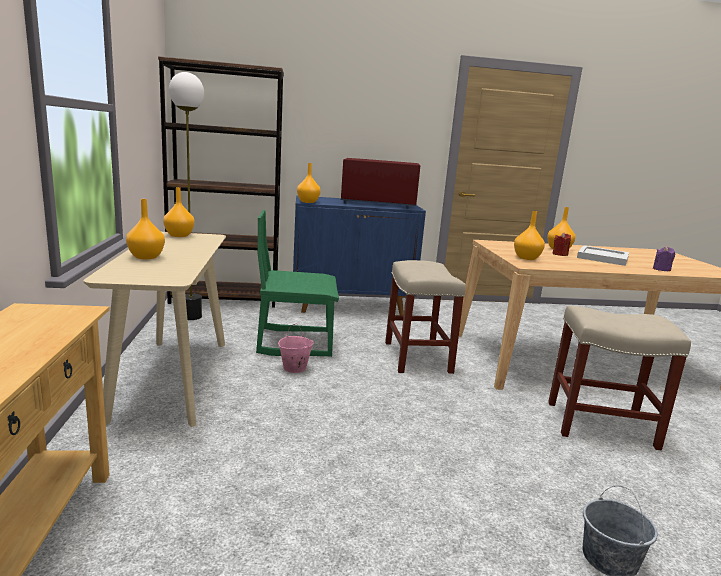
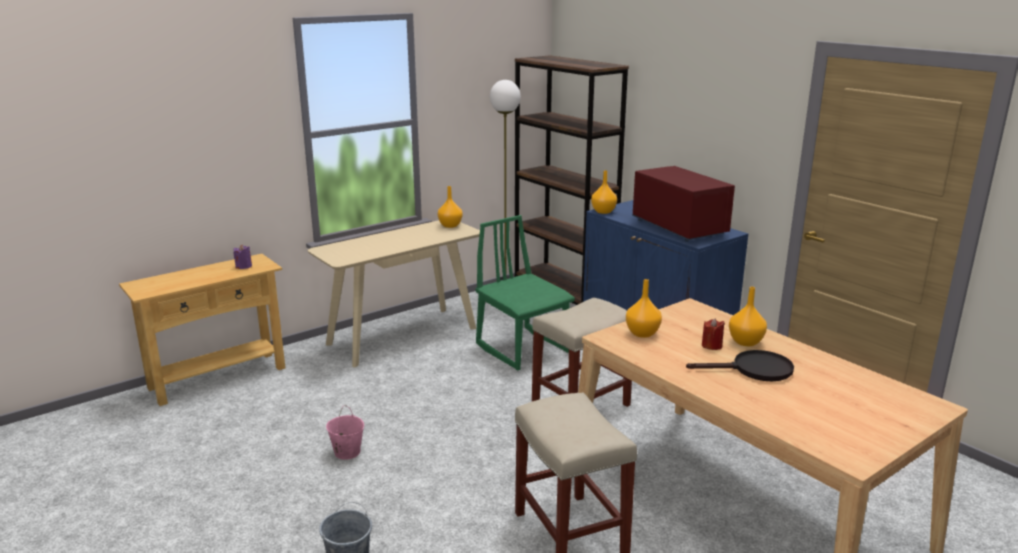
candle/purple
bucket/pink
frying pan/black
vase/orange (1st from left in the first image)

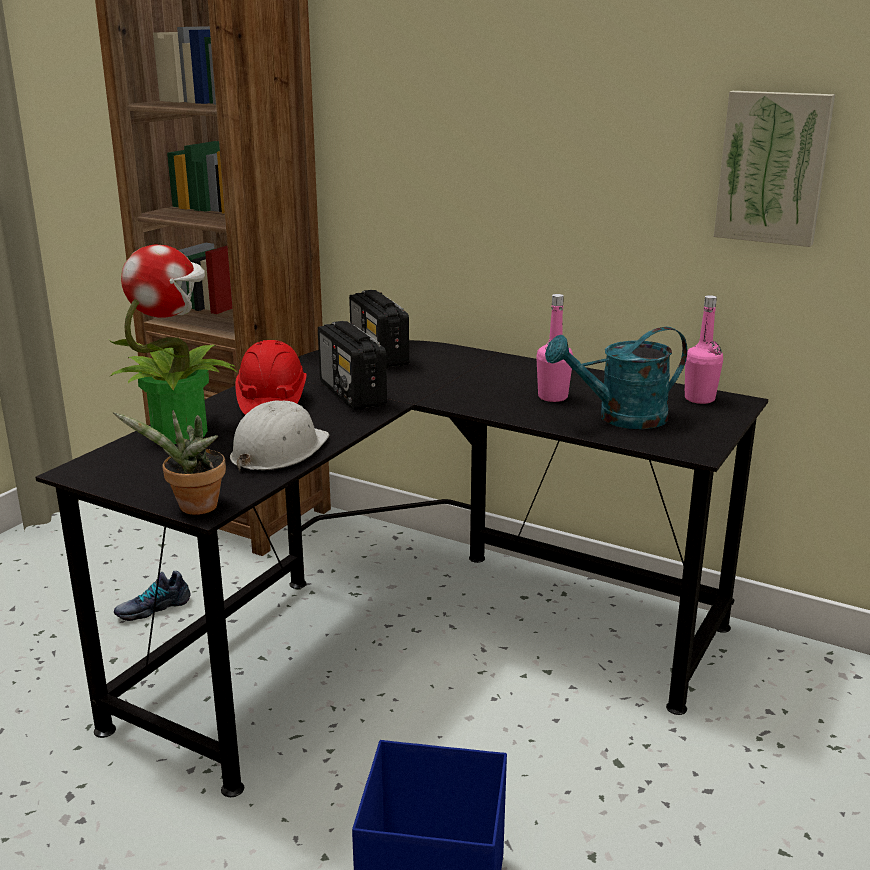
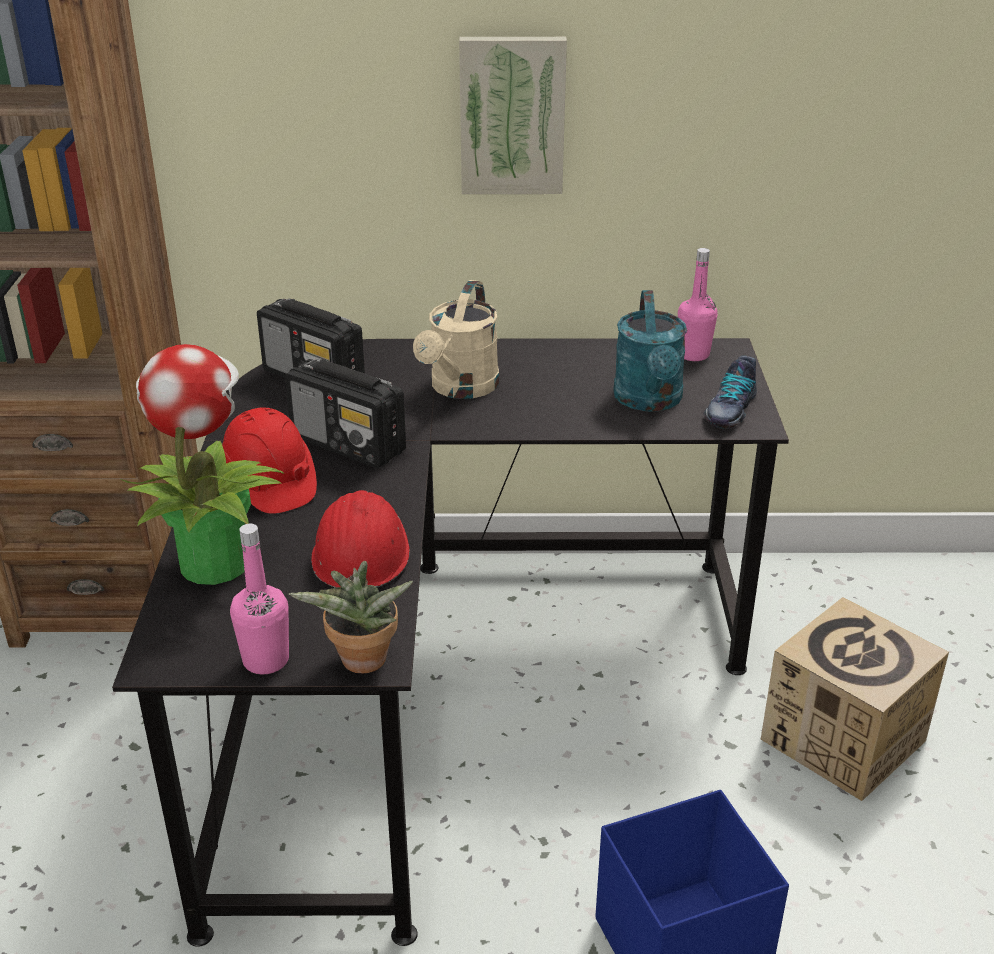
bottle/pink (1st from left)
hard hat/red (2nd from left)
watering can/beige
picture
watering can/turquoise
shoe
cardboard box

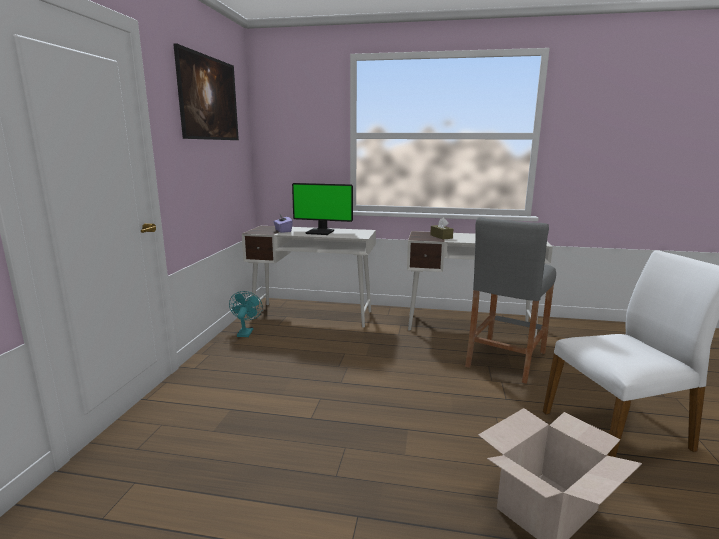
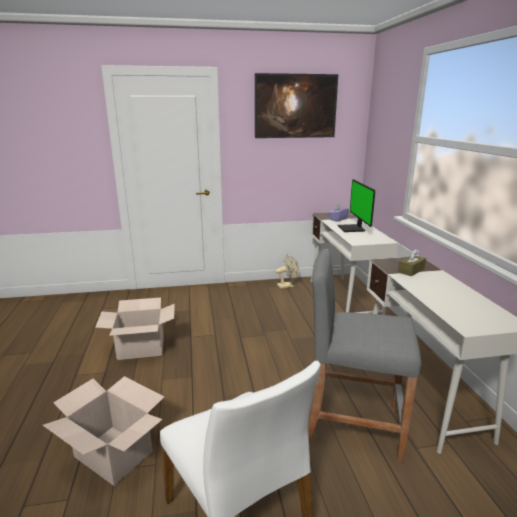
cardboard box (2nd from left)
fan/beige

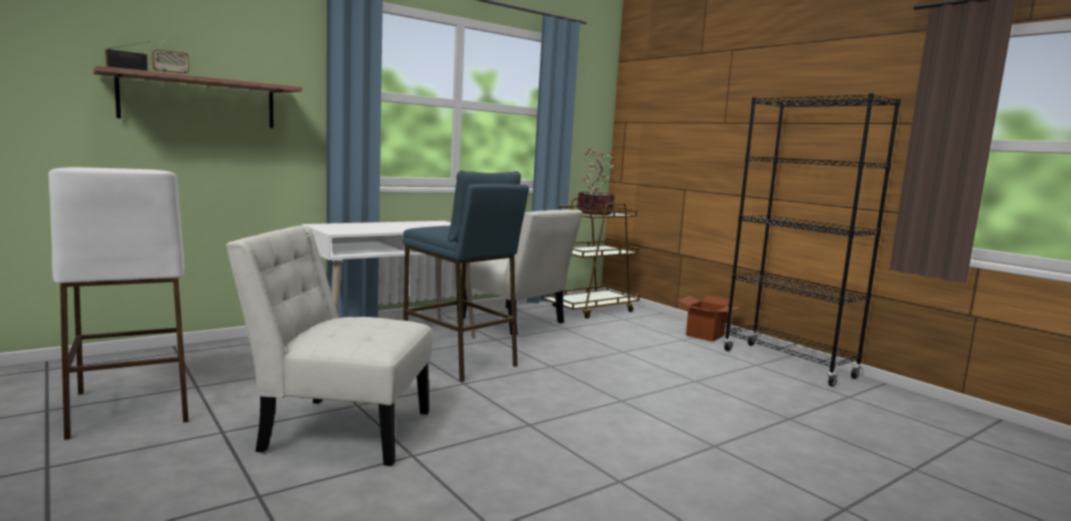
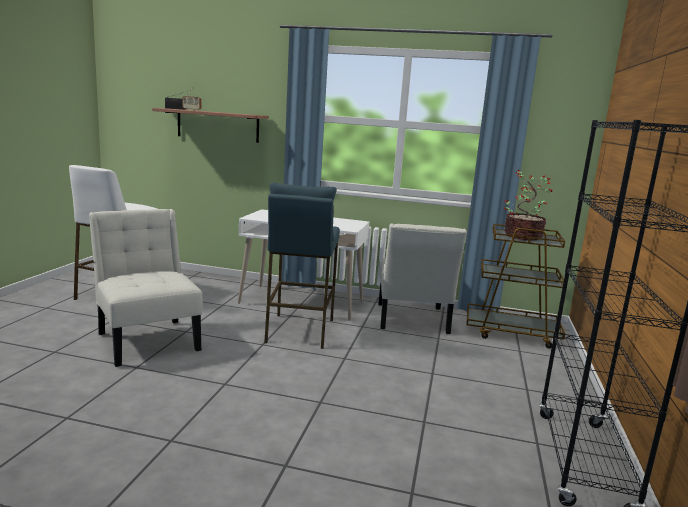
cardboard box

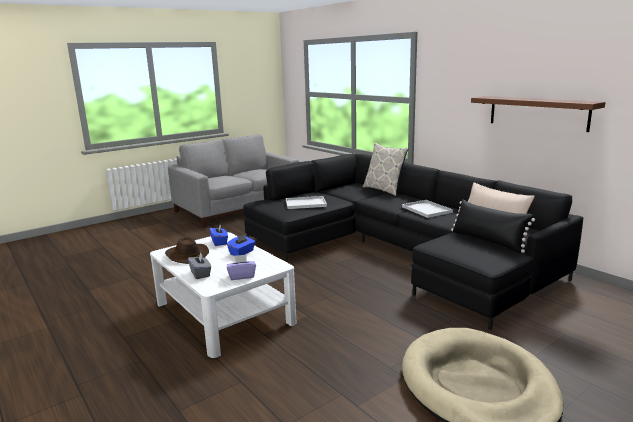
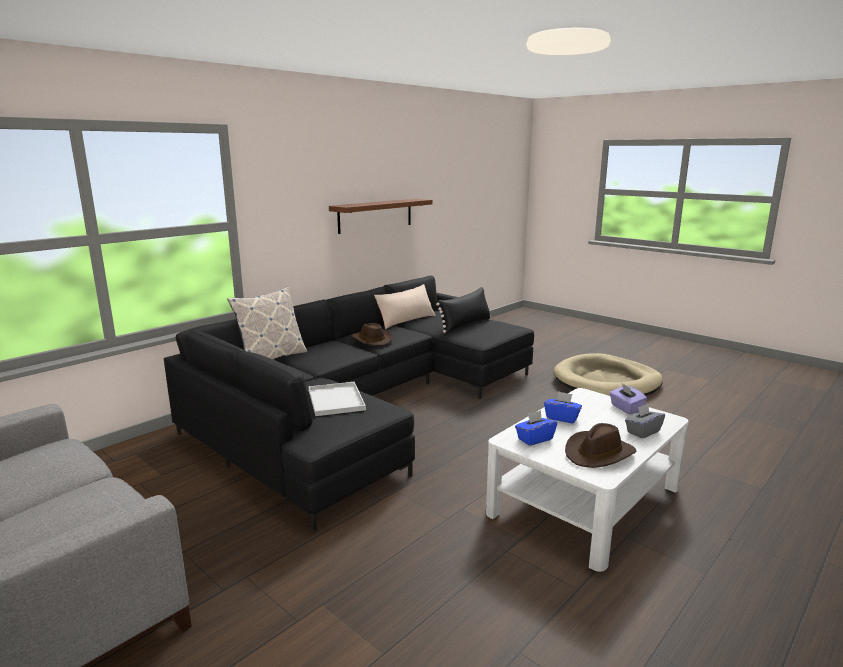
hat/brown (1st from left)

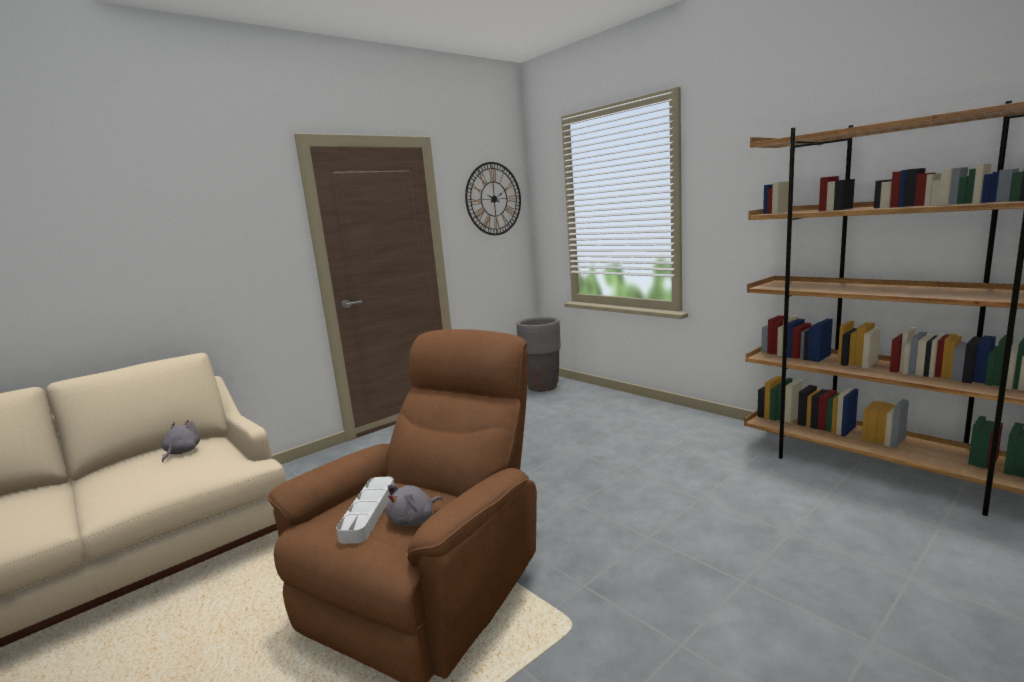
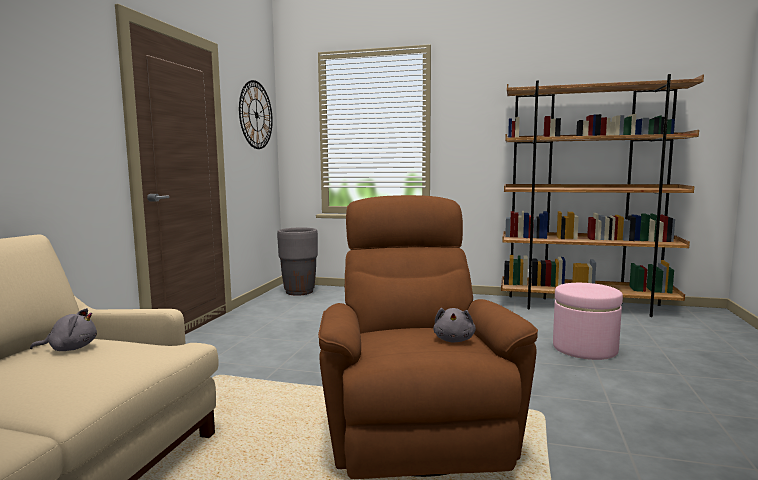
plush toy/grey (1st from left)
ottoman/pink
tray/grey

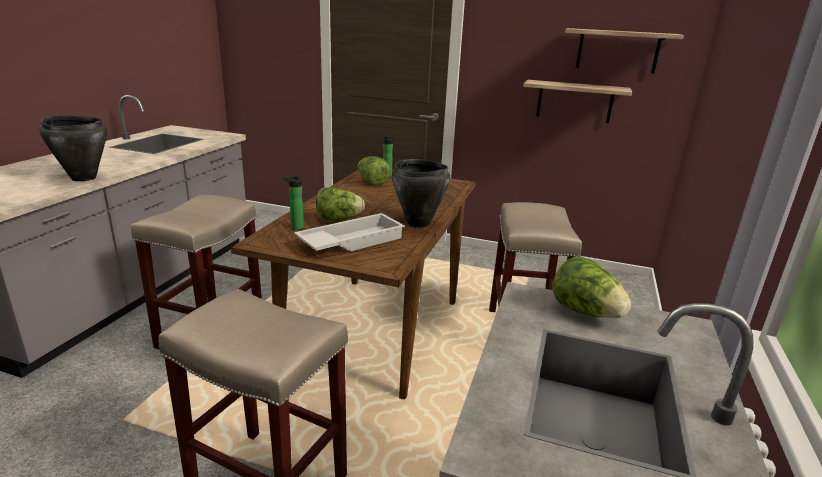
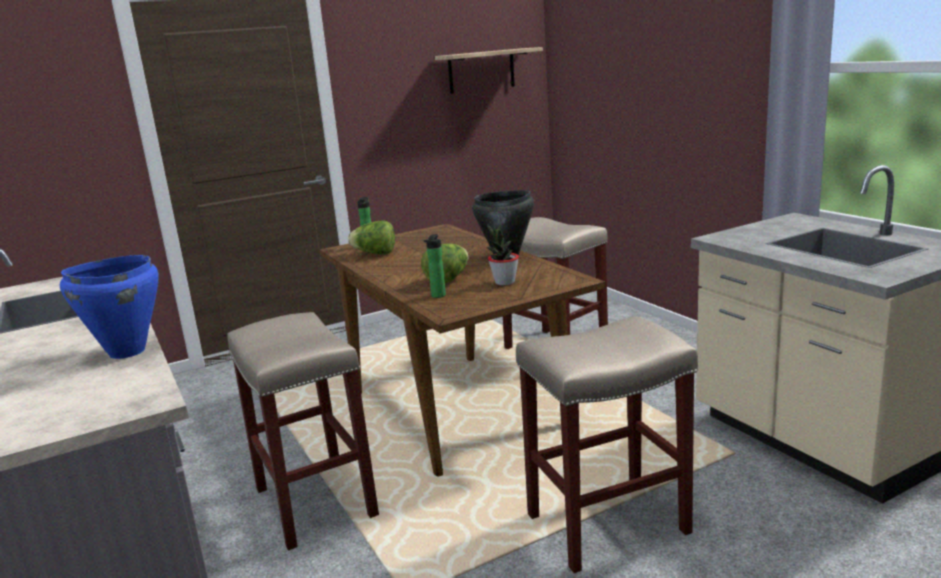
cooking pot/blue
potted plant
shelf (1st from left in the first image)
lettuce (3rd from left in the first image)

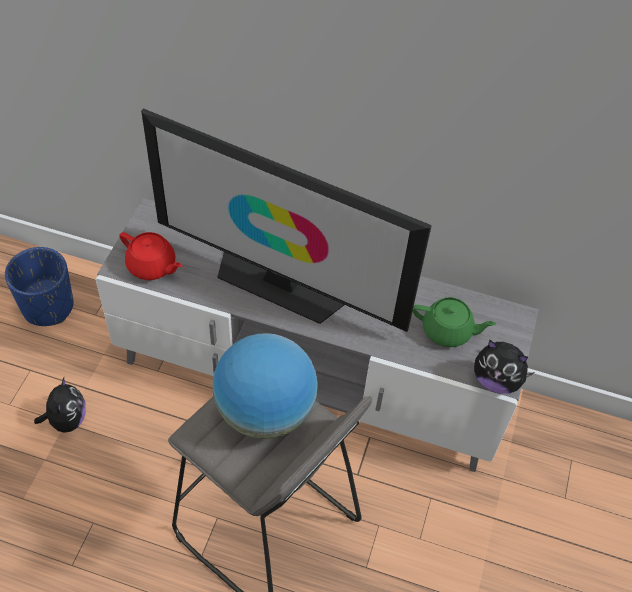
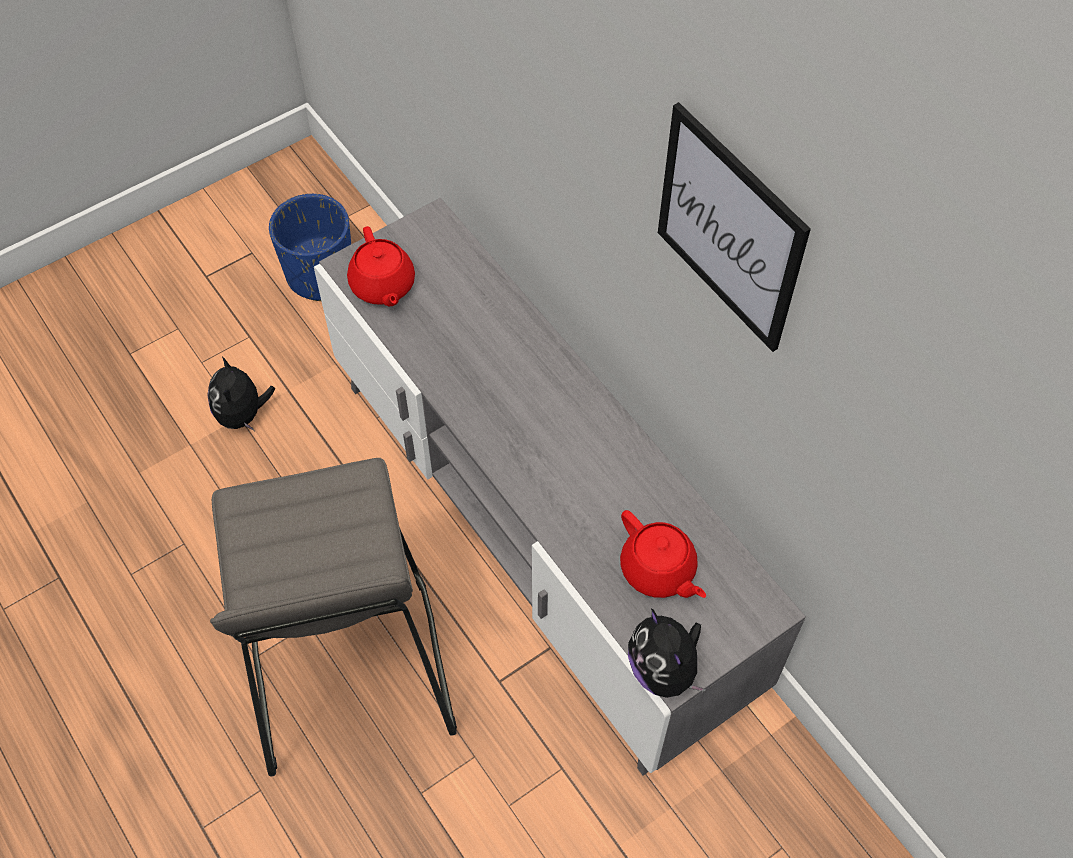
plush toy (1st from left)
teapot/red (2nd from left)
picture
television
globe

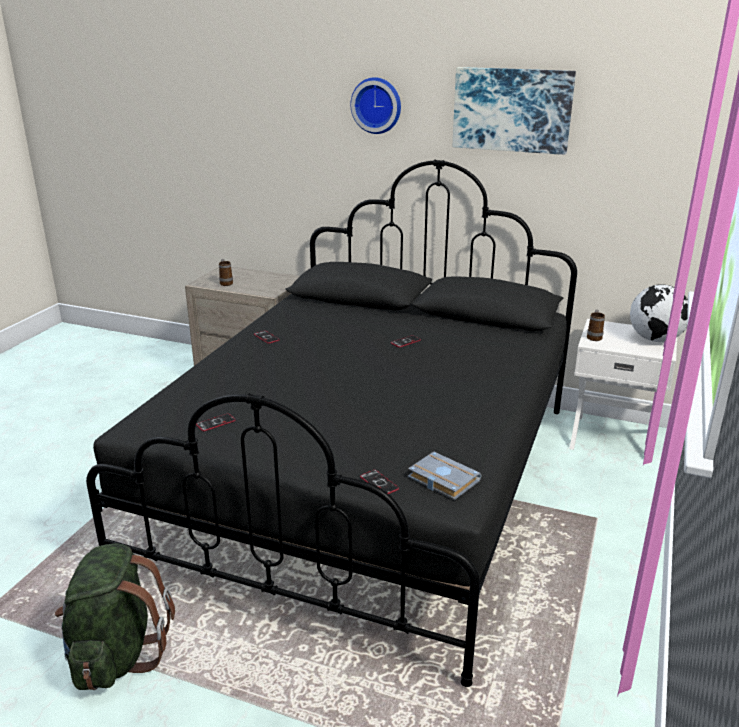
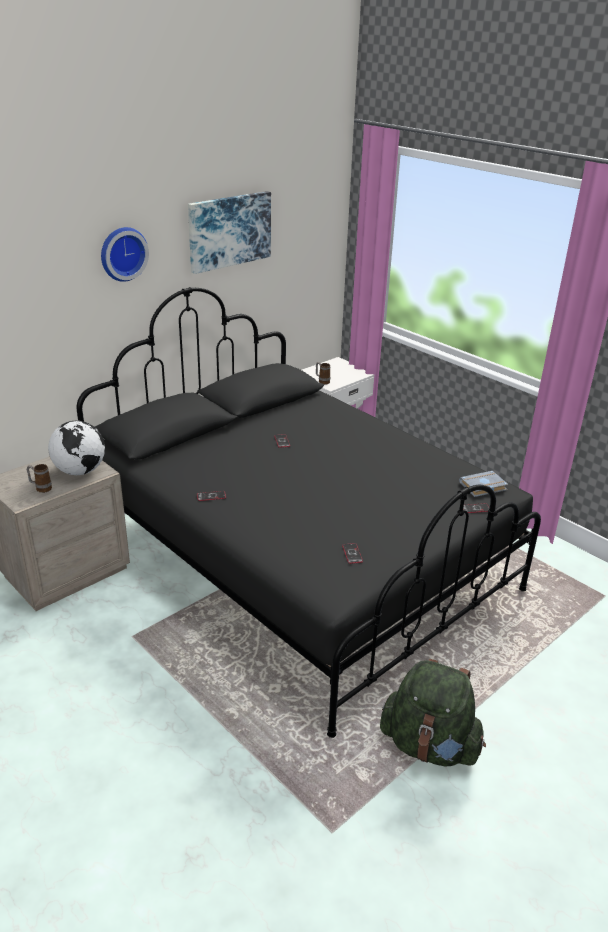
globe

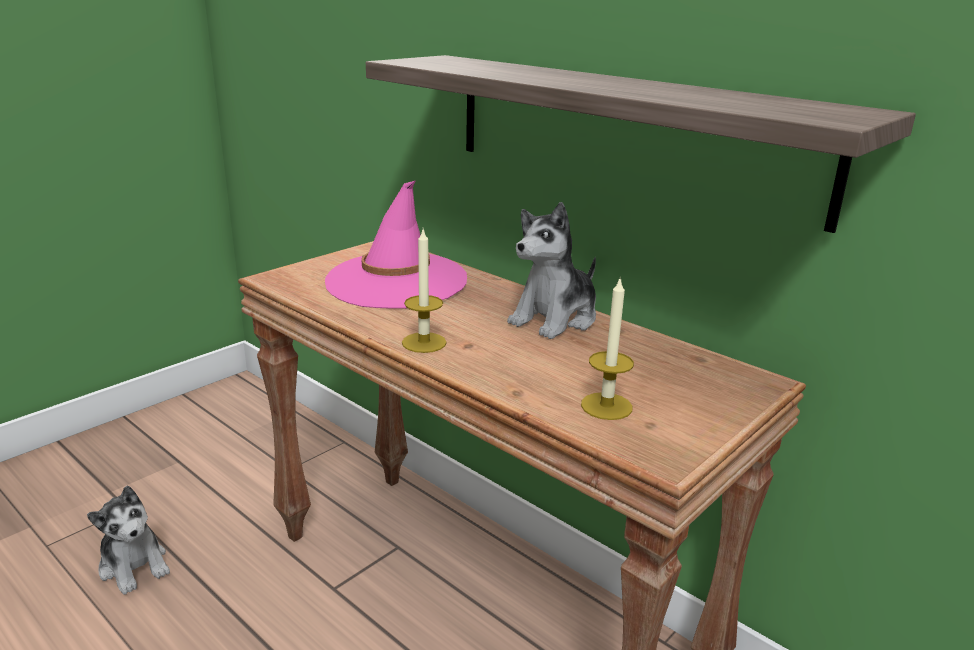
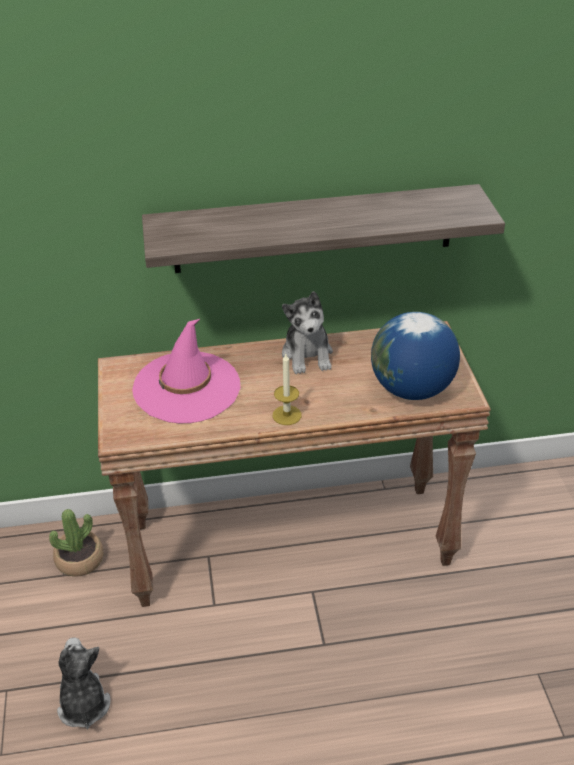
potted plant
plush toy (1st from left)
globe

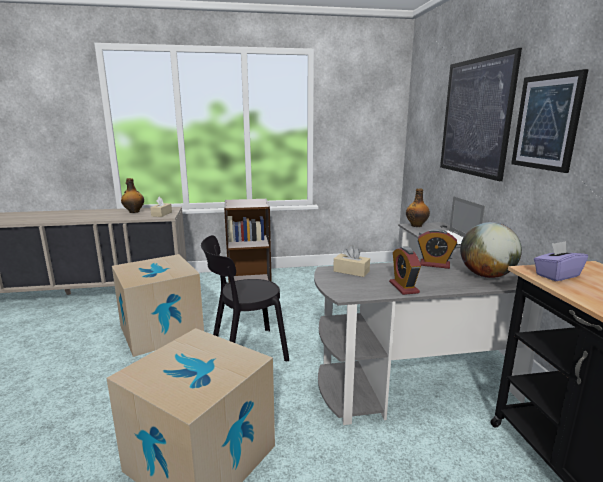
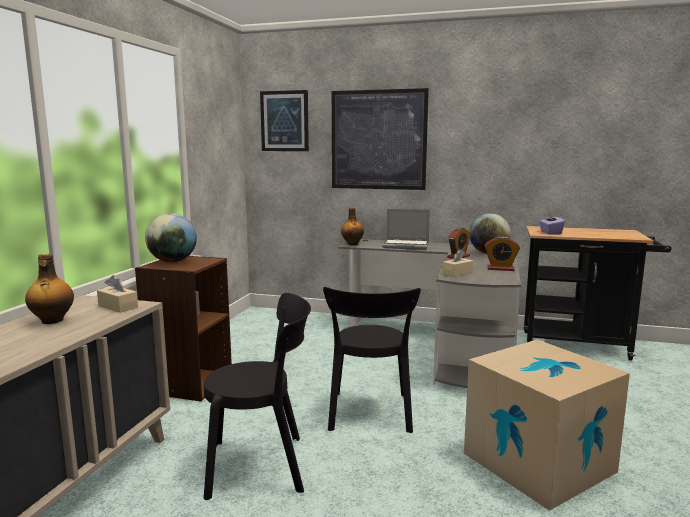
globe (1st from left)
chair/black (1st from left)
picture (1st from left)

